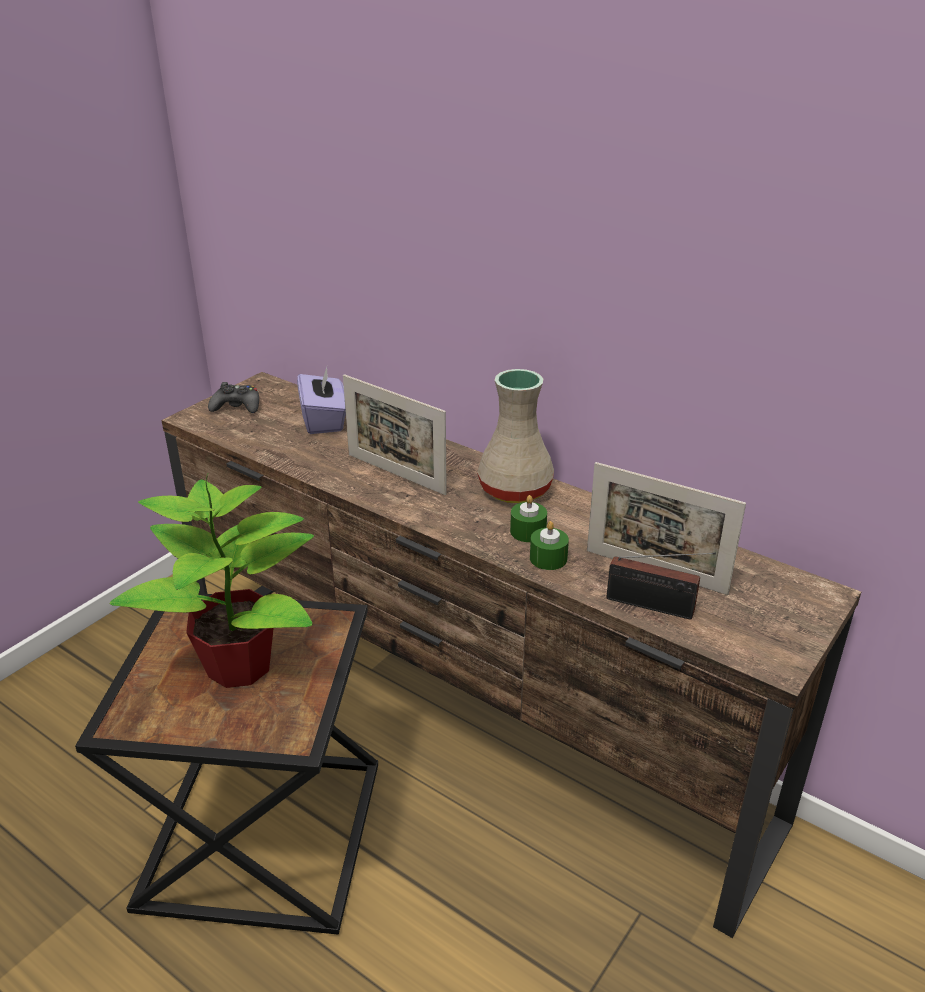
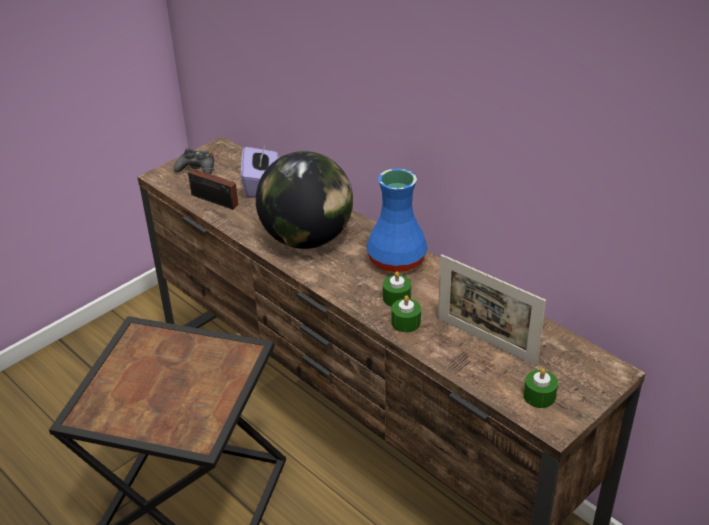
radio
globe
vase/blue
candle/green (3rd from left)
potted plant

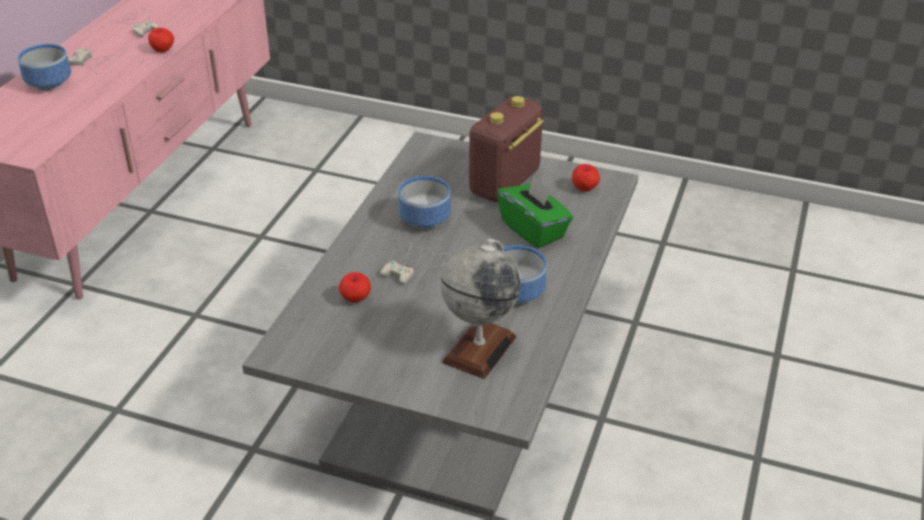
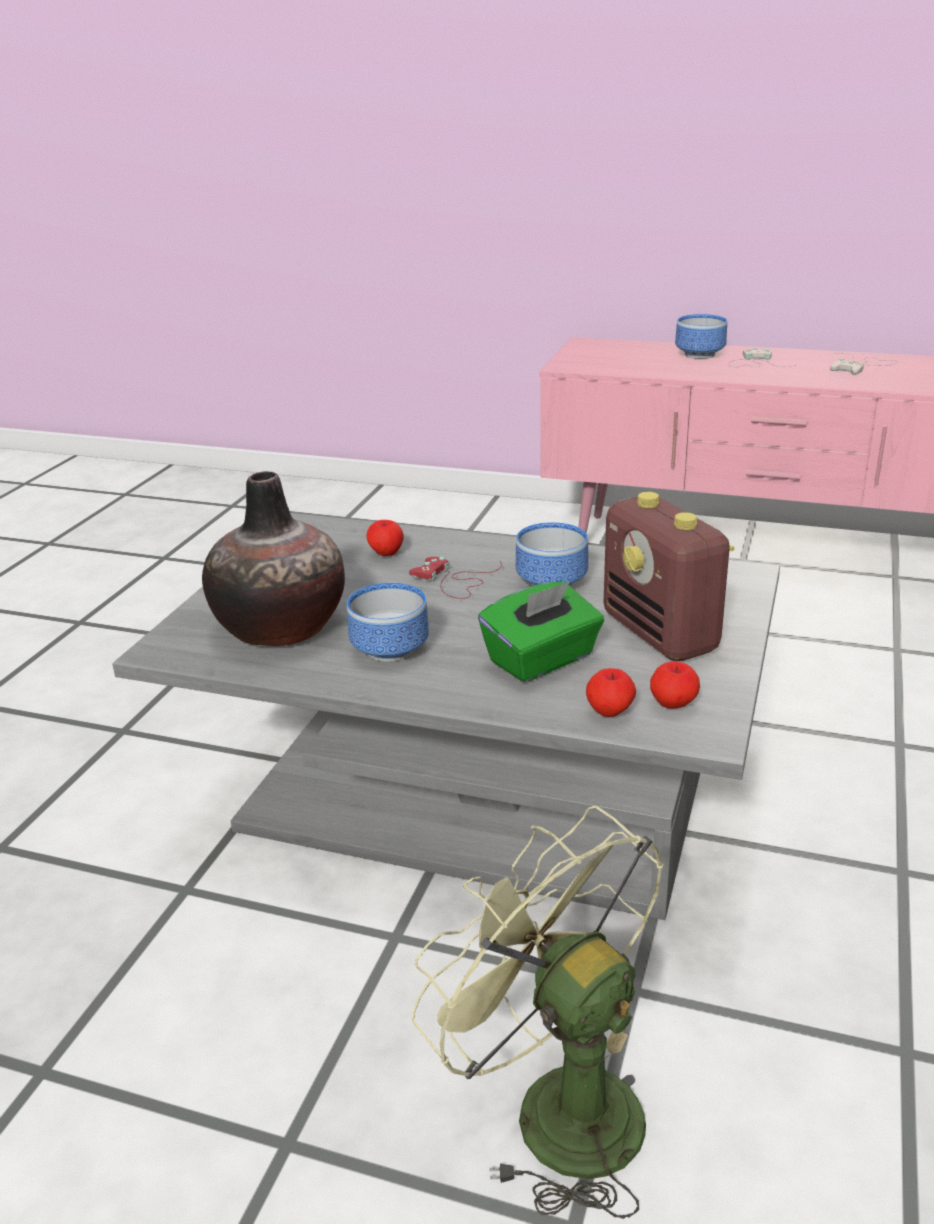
vase
game controller/red
fan/green
apple (2nd from left)
radio

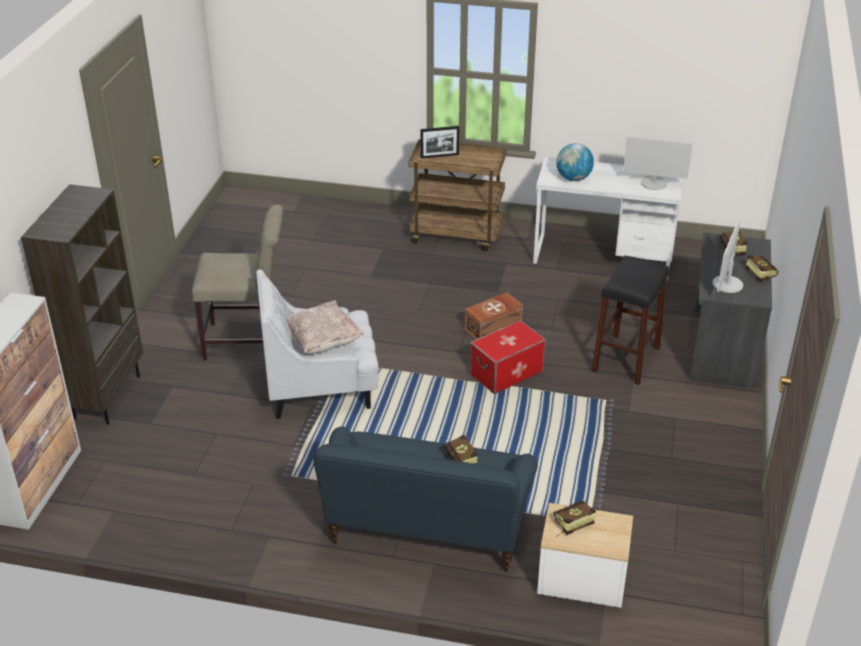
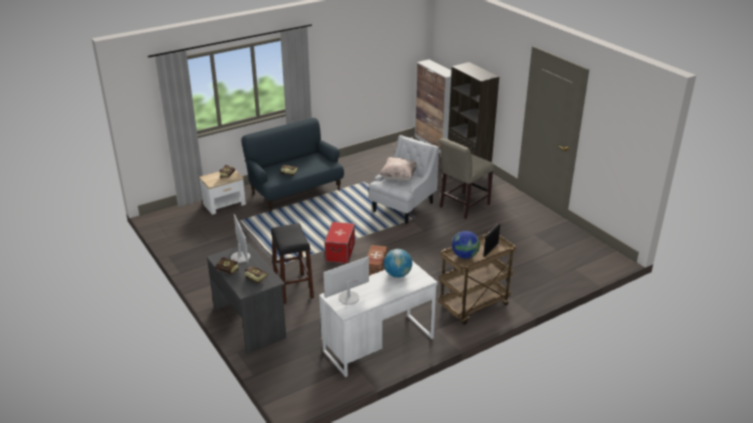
globe (2nd from left)

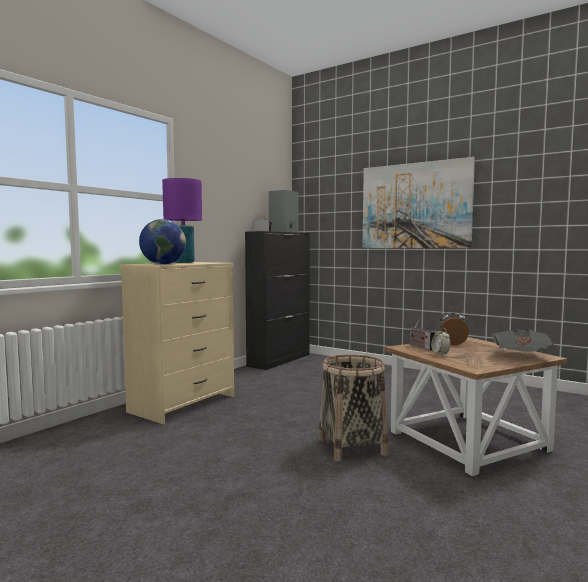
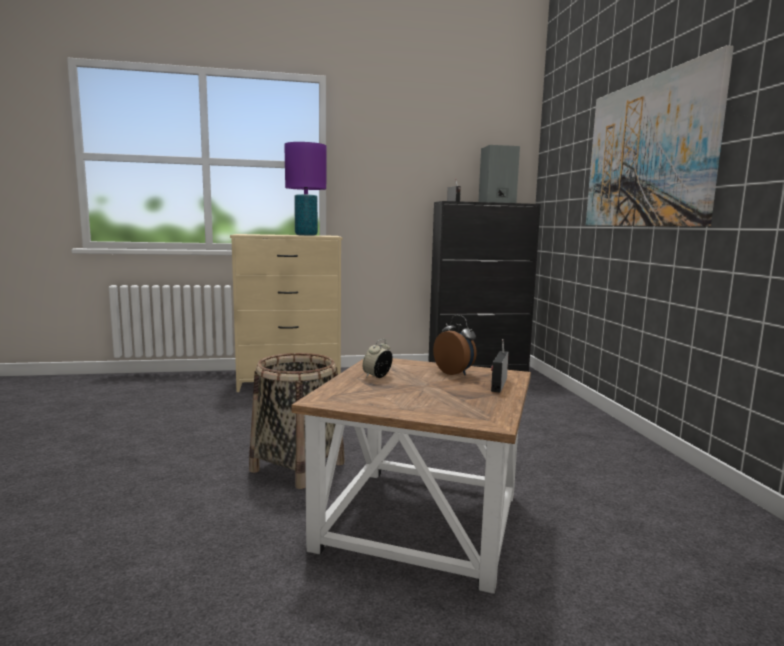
radio (2nd from left)
globe
newspaper

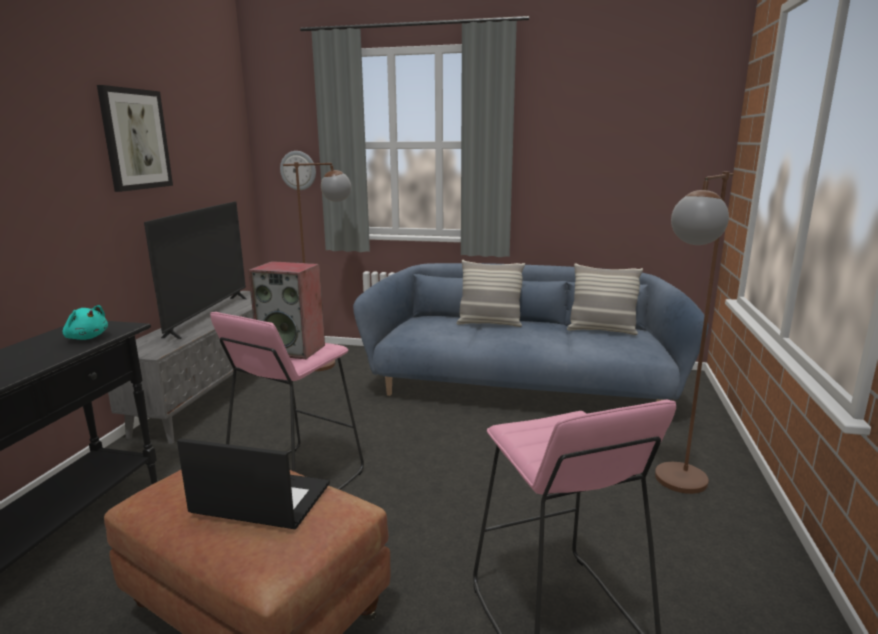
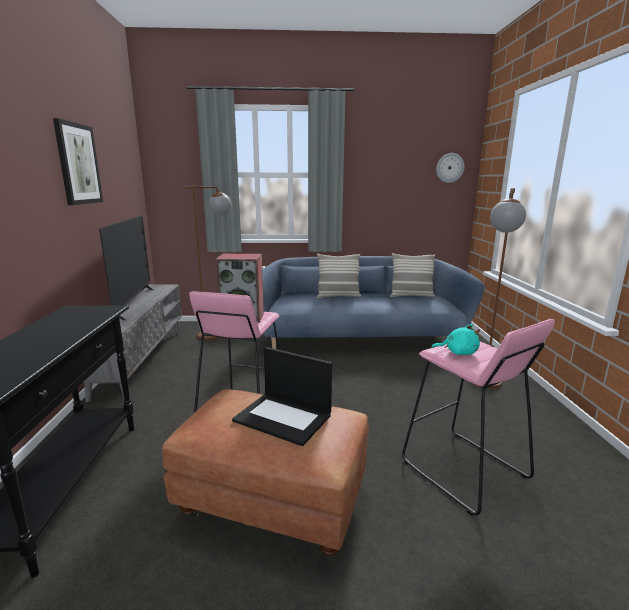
laptop
plush toy/turquoise
wall clock

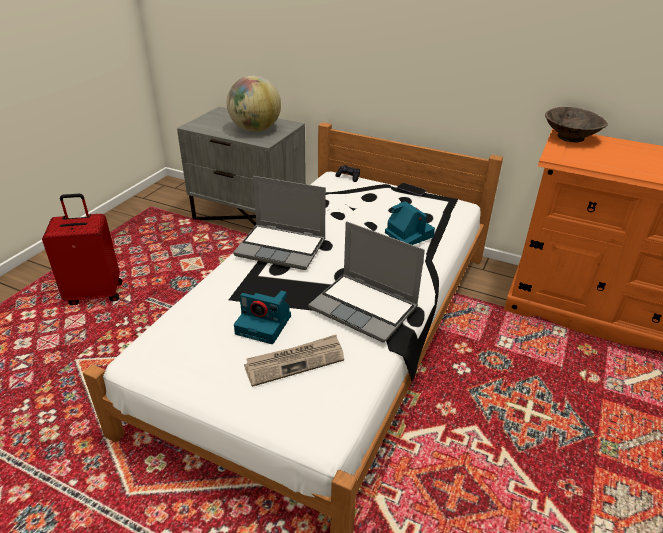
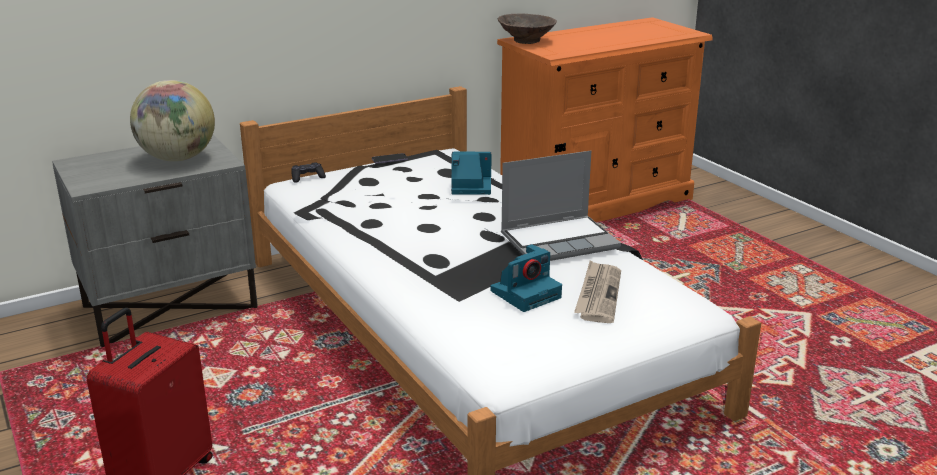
laptop (1st from left in the first image)

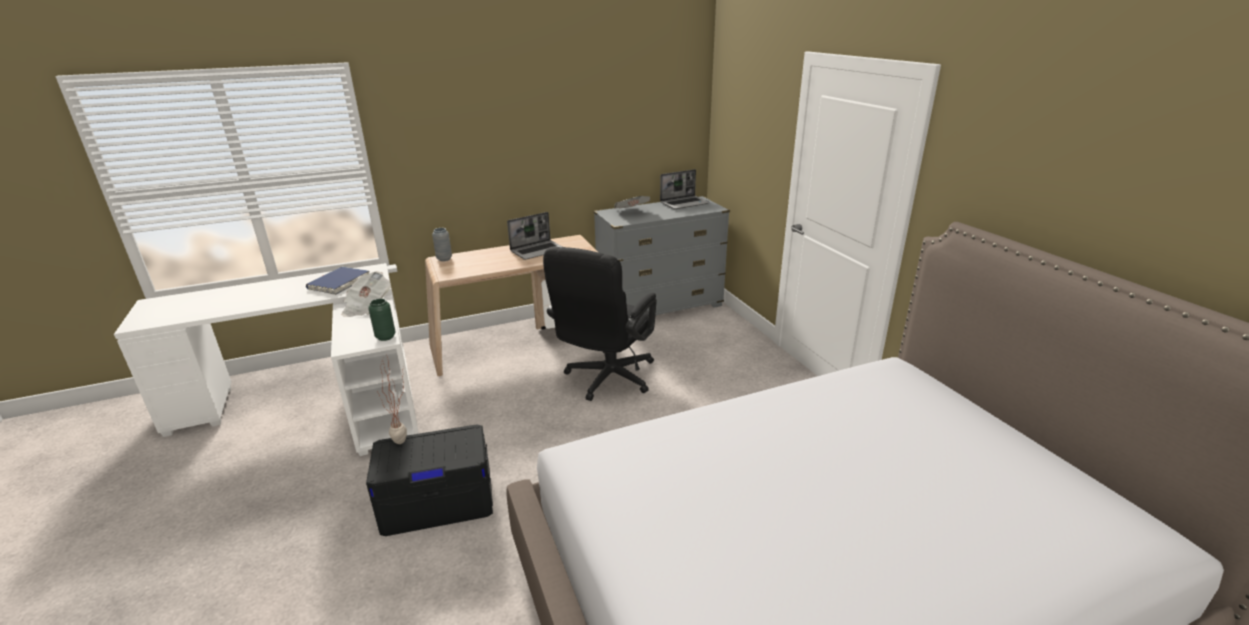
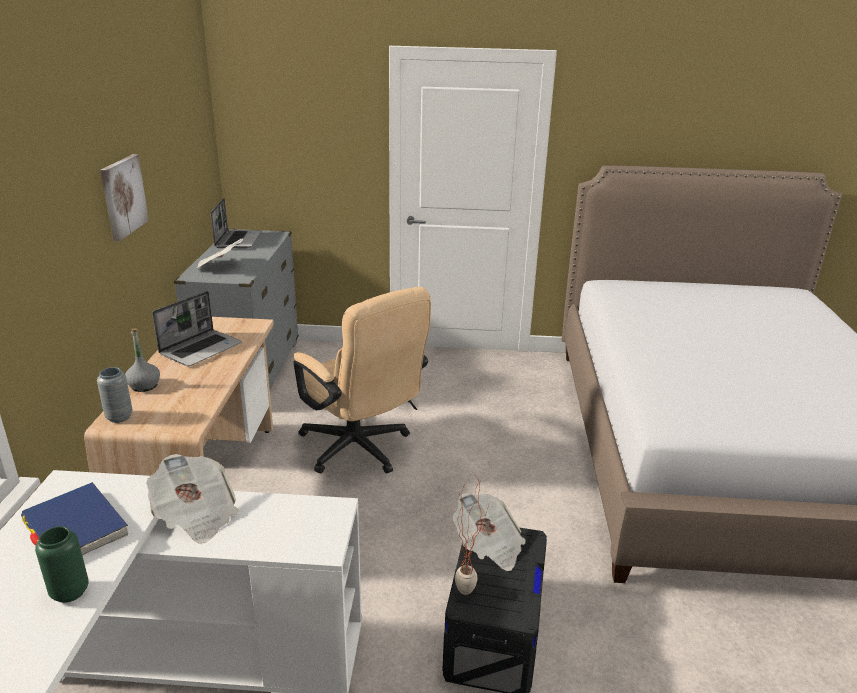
vase/green
picture
bottle/grey
laptop (1st from left)
office chair/beige
newspaper (3rd from left)

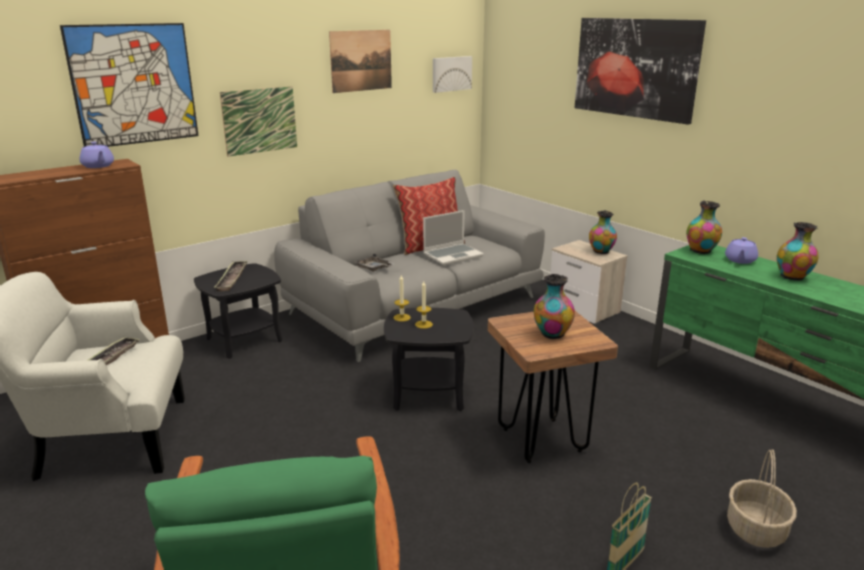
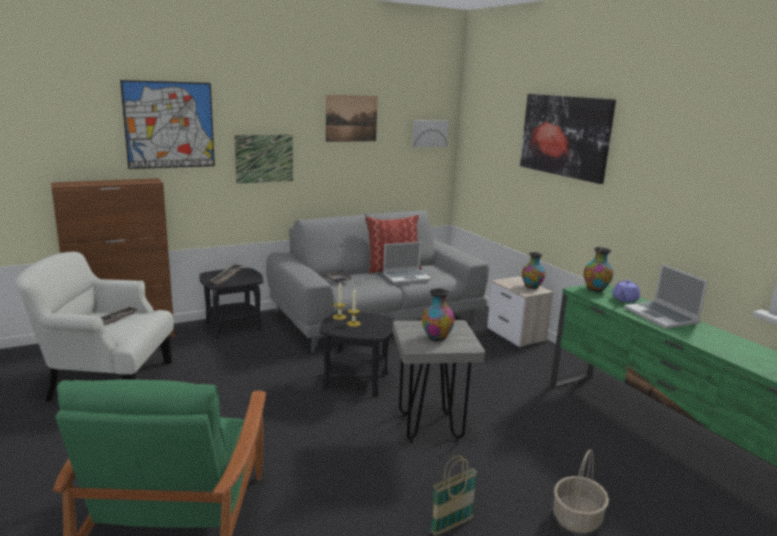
stool/grey
laptop (2nd from left)
teapot/purple (1st from left in the first image)

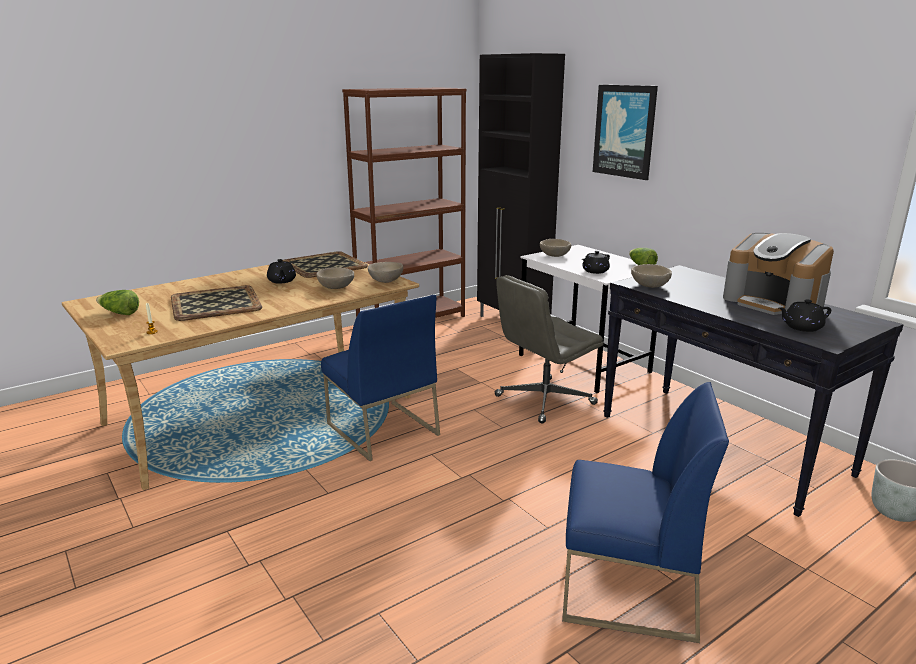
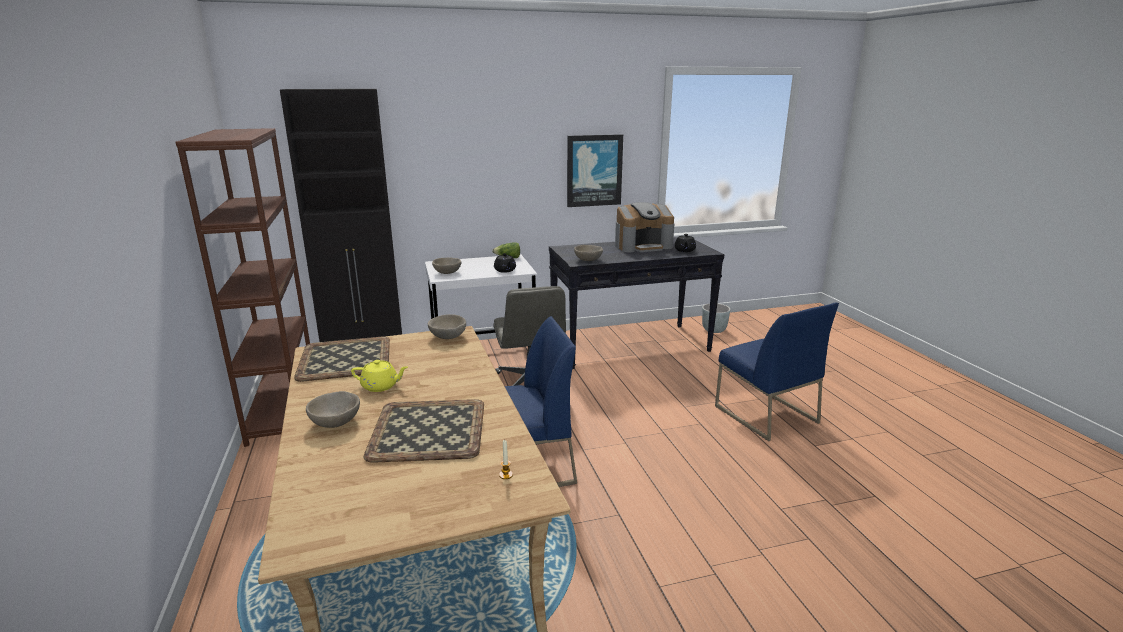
bowl/beige (1st from left)
teapot/yellow
picture
chair/blue (2nd from left)
lettuce (1st from left in the first image)

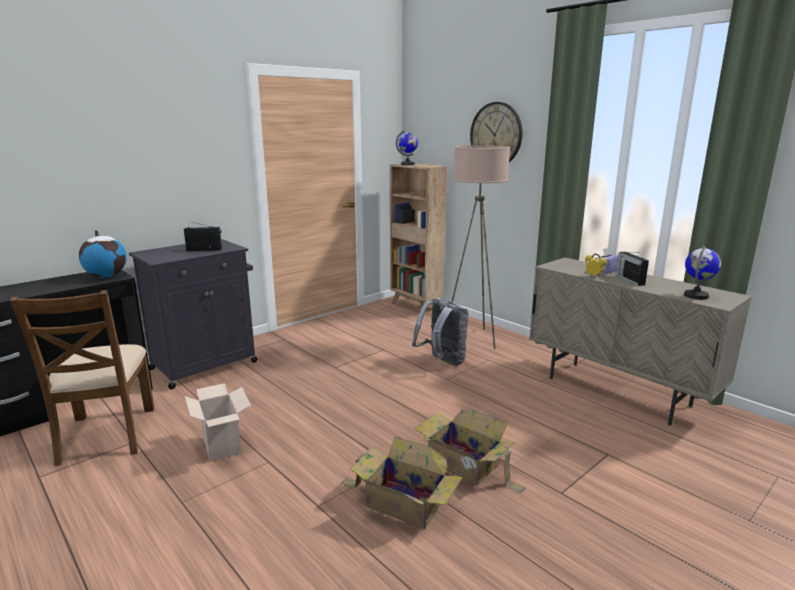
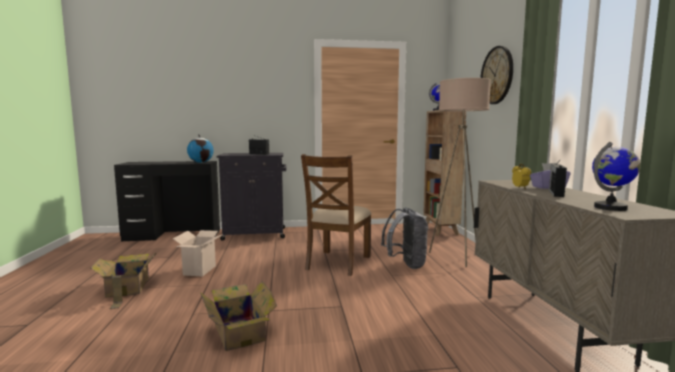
cardboard box (1st from left)
chair/brown

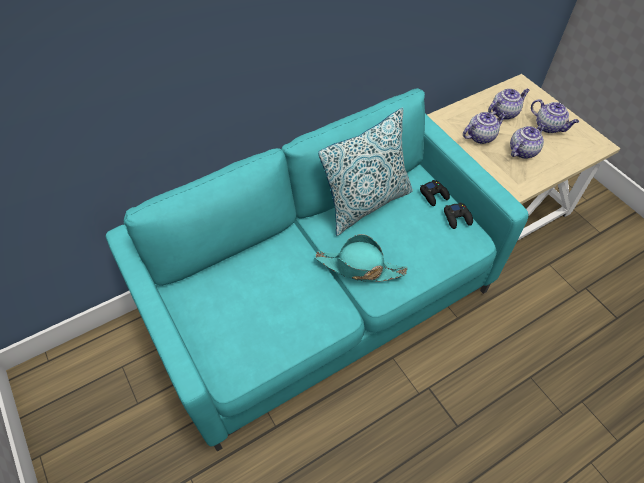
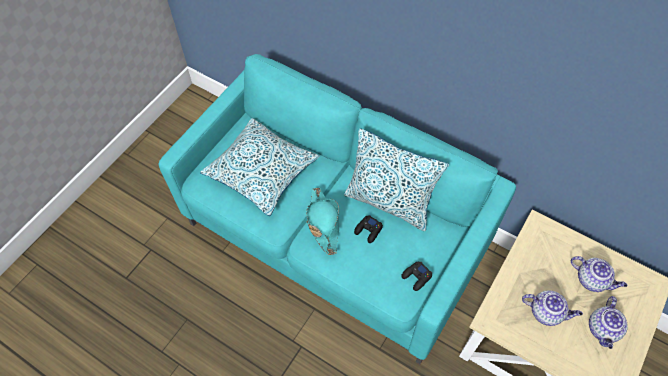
pillow (1st from left)
game controller/black (1st from left)
teapot (1st from left in the first image)

